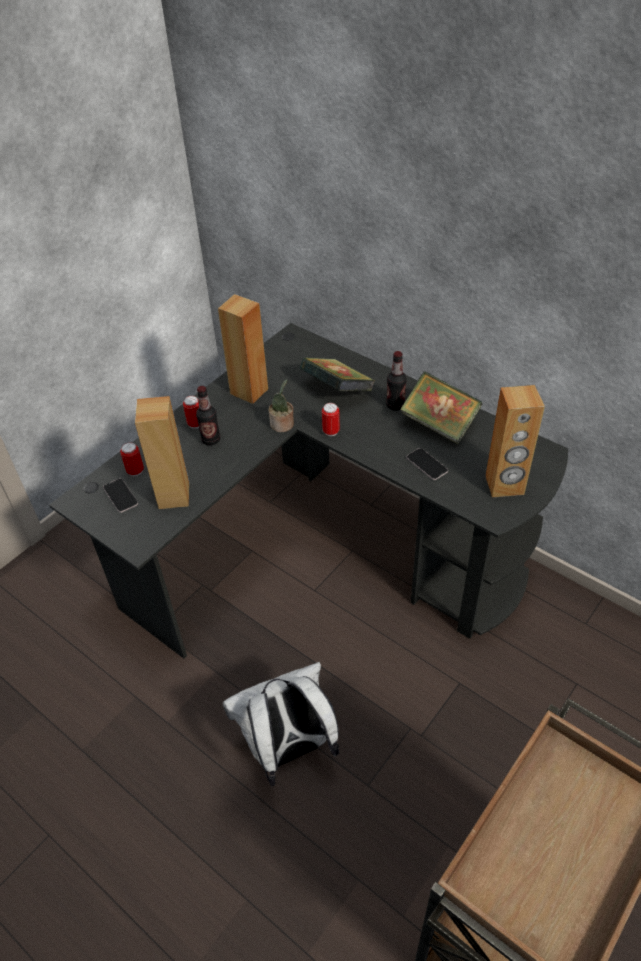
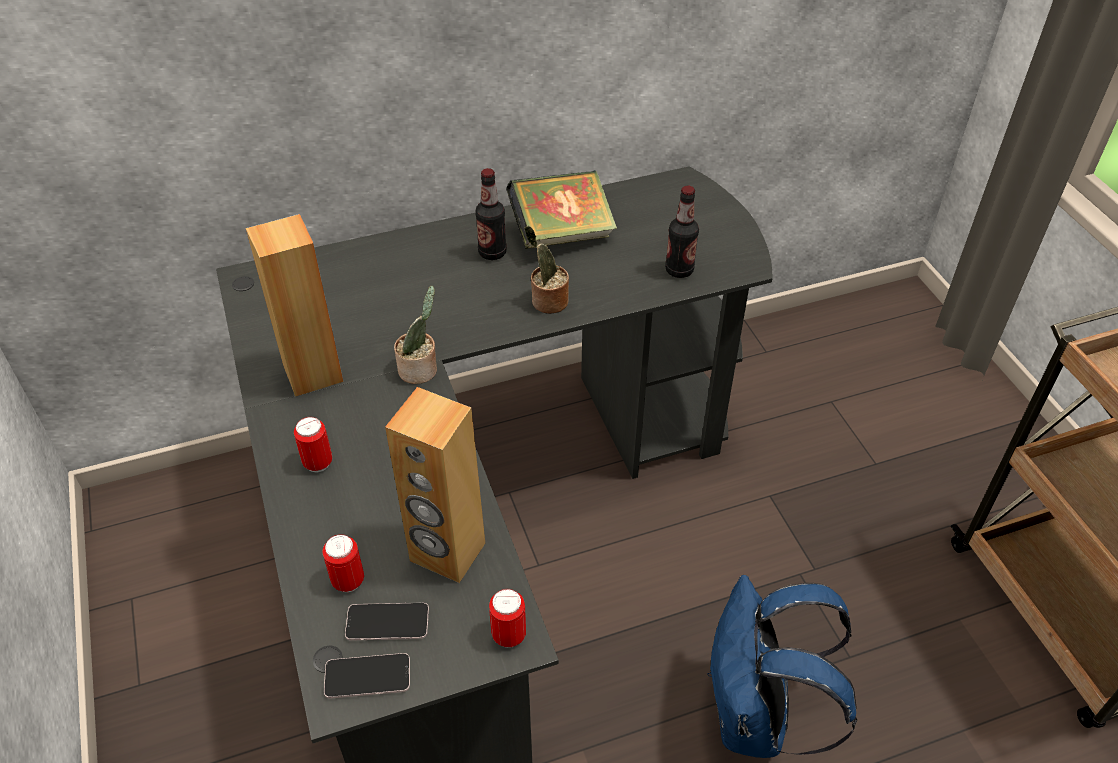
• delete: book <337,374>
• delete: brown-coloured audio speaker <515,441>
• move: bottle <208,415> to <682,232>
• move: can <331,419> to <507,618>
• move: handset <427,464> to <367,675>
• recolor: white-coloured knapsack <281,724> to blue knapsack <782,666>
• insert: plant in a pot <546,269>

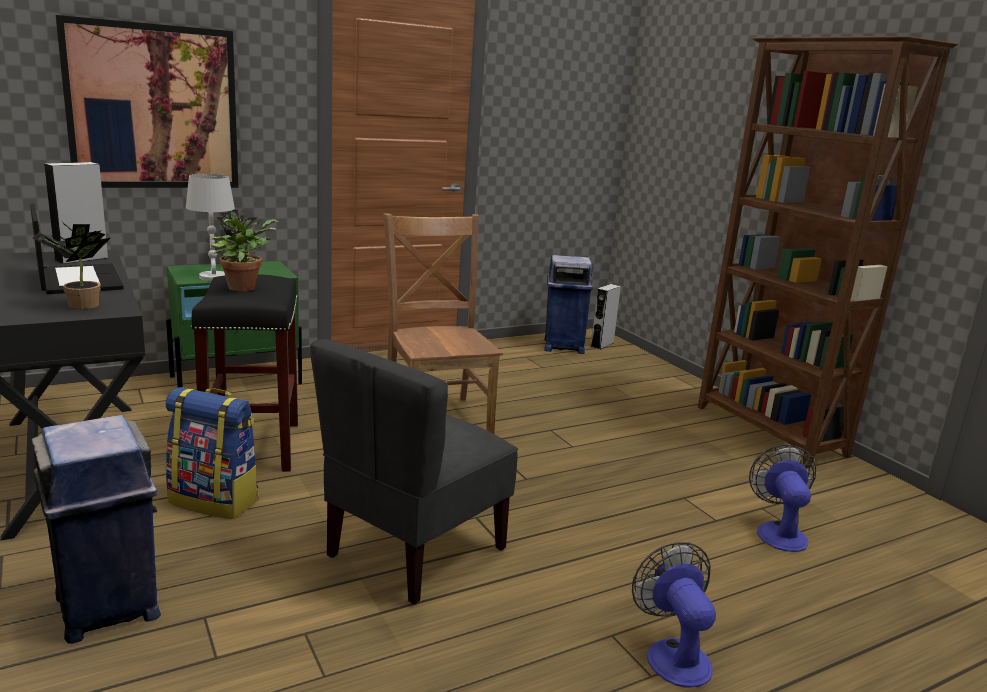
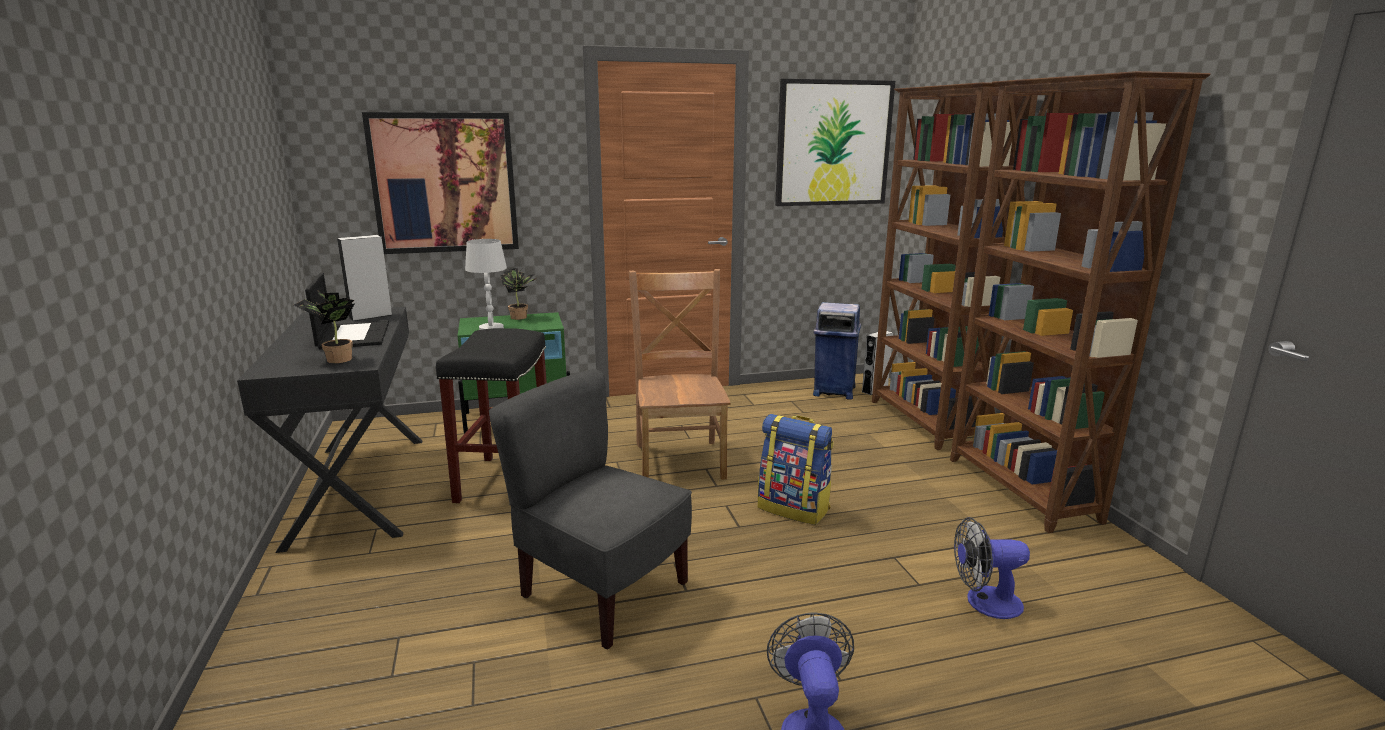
• delete: plant in a pot <244,255>
• rotate: gray upright chair <414,472> = <590,510> 75 degrees clockwise
• move: knapsack <212,453> to <796,469>
• delete: blue rubbish bin <96,529>
• rotate: electric fan <782,498> = <992,568> 105 degrees counterclockwise
• insert: wall art <835,142>
• insert: brown-coloured bookshelf <955,266>

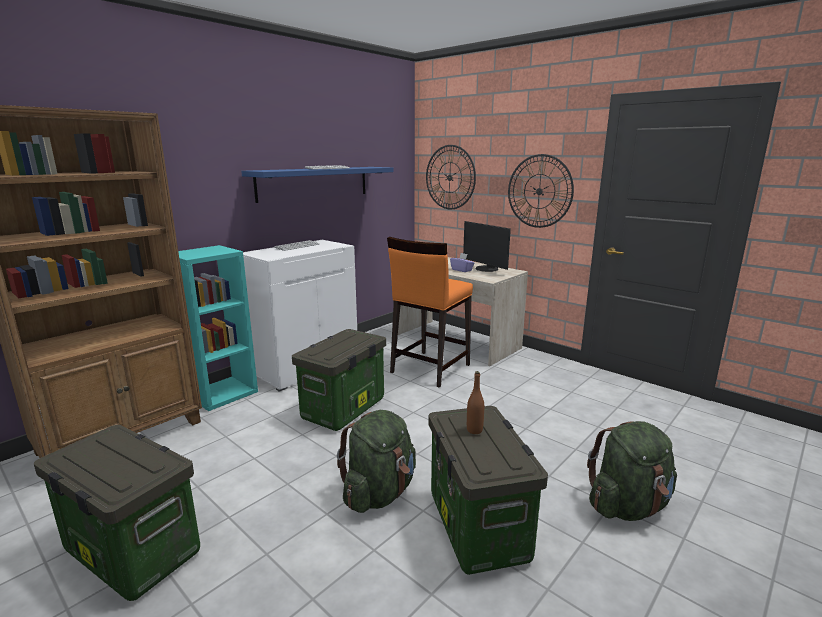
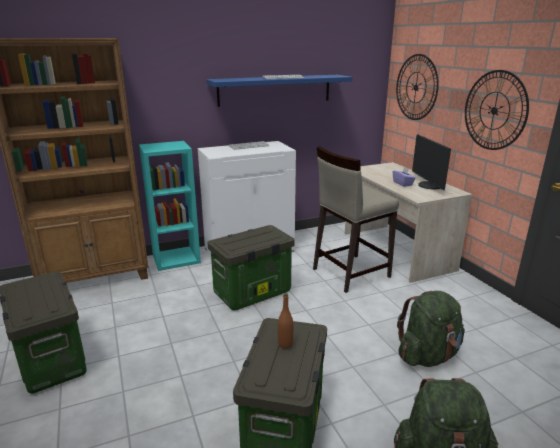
• recolor: orangey stool <430,312> to sand-coloured stool <356,219>
• move: green knapsack <376,461> to <431,329>

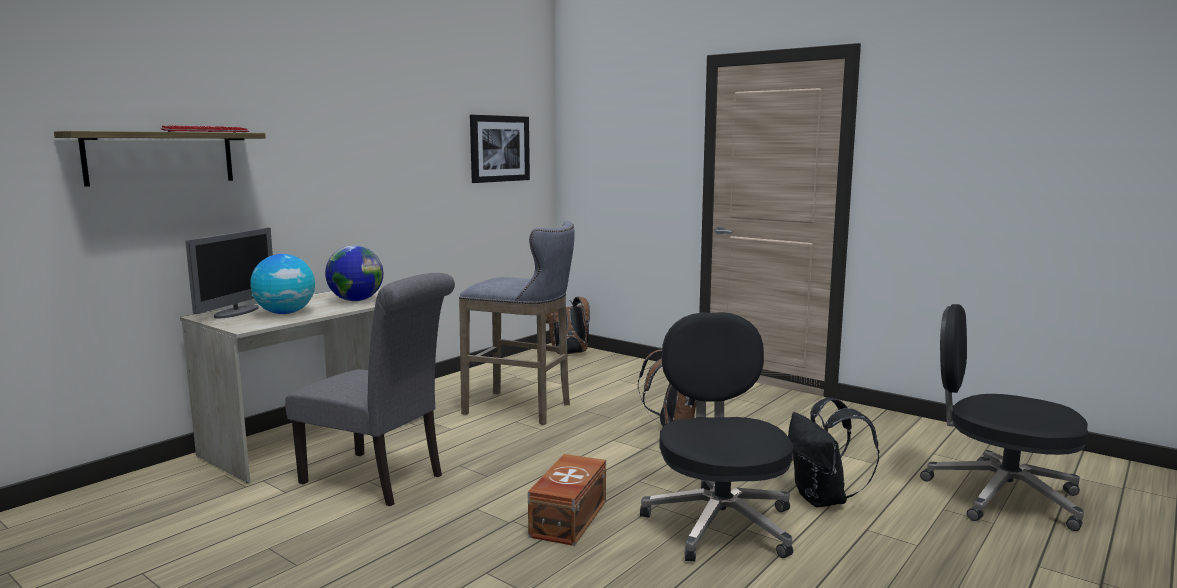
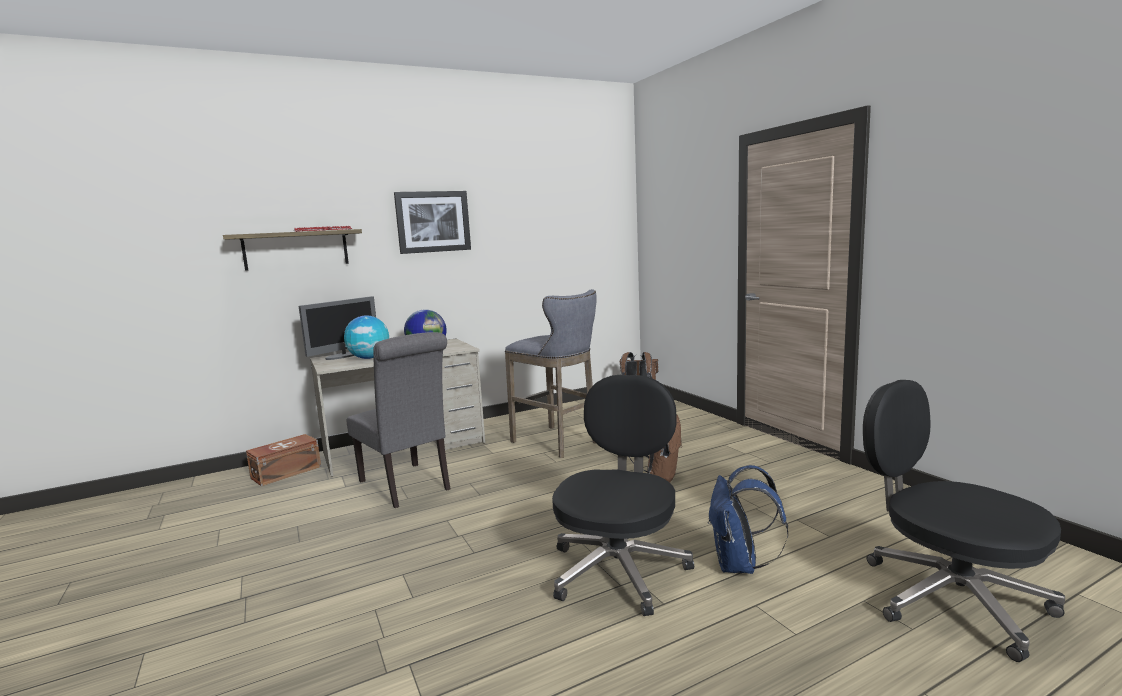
• move: wall art <500,149> to <432,222>
• recolor: blackish knapsack <834,452> to blue knapsack <748,519>
• move: brown-coloured storage box <567,500> to <283,460>

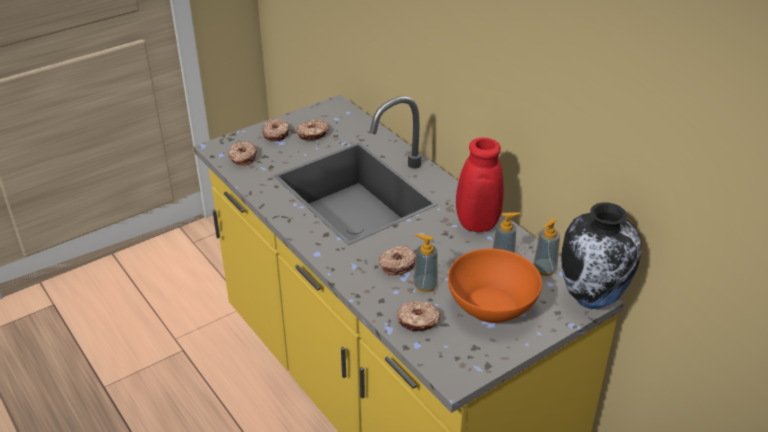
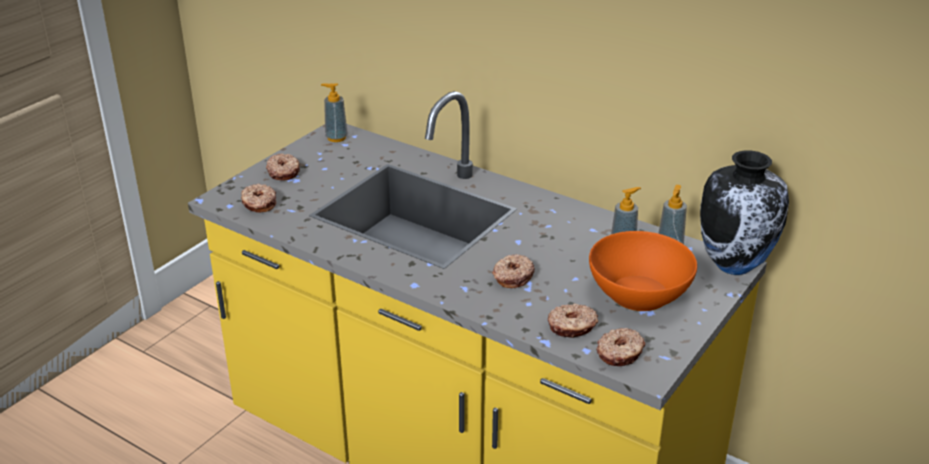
• move: doughnut <313,130> to <620,347>
• delete: red-coloured decorative vase <476,185>
• move: soap bottle <425,262> to <334,112>

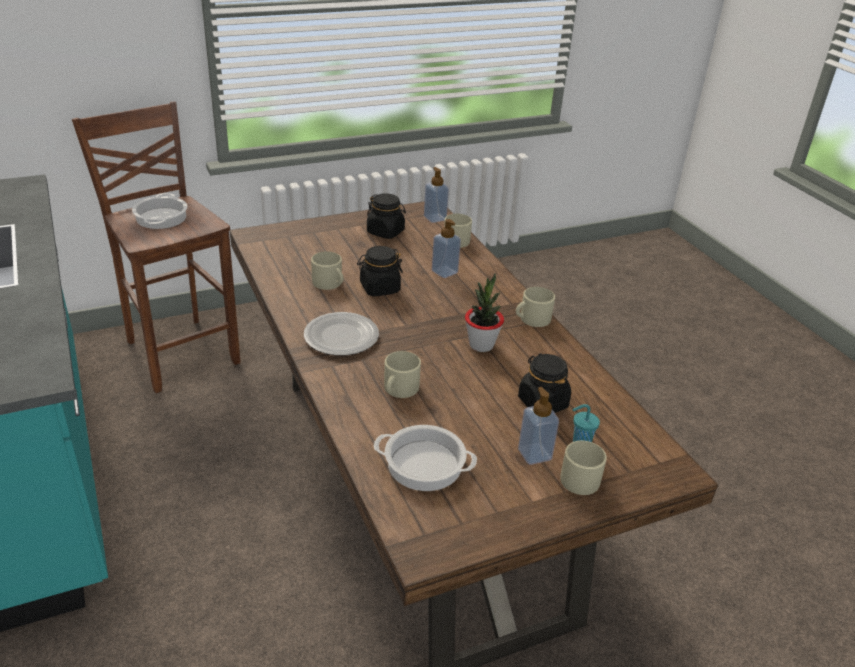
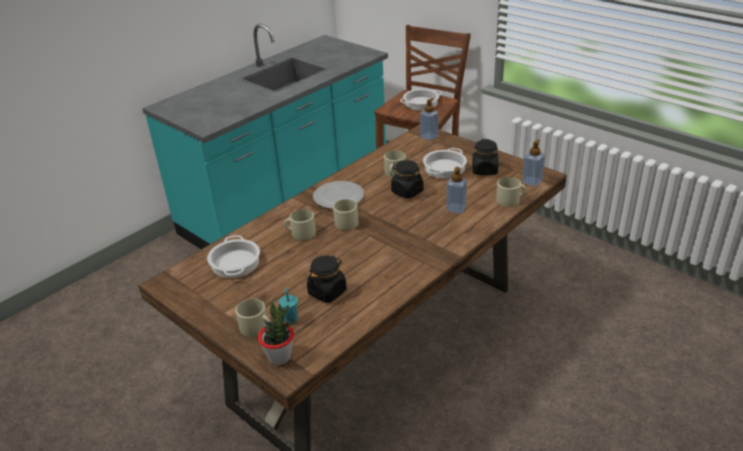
• move: plant in a pot <484,312> to <276,333>
• move: sand-coloured mug <535,307> to <345,214>
• move: soap bottle <538,426> to <429,119>
• insert: stockpot <445,163>

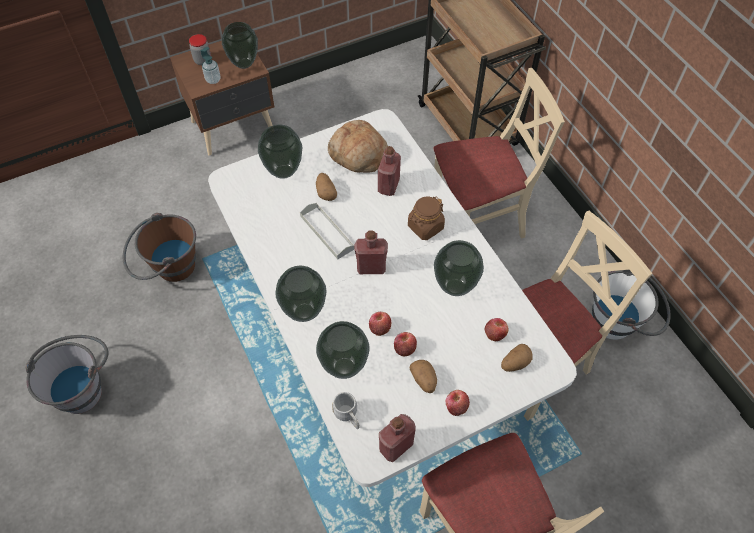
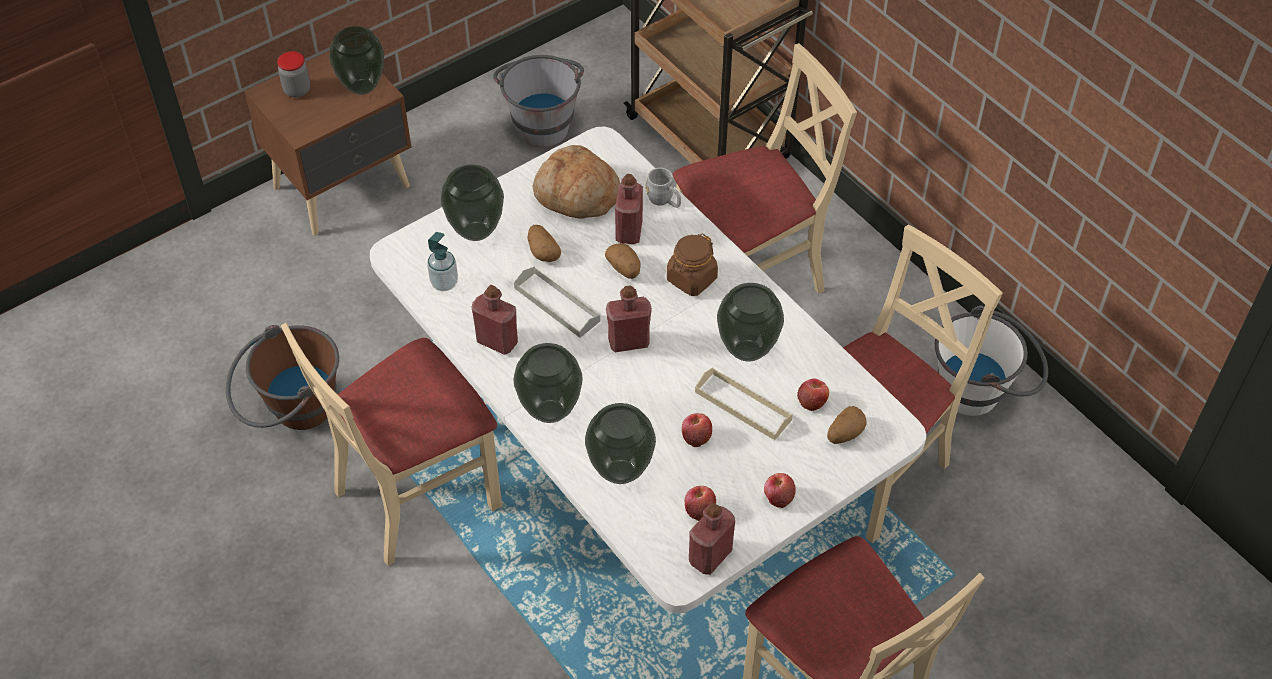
• move: soap bottle <211,65> to <442,261>
• move: whole apple <380,324> to <700,503>
• move: gray water bucket <67,374> to <538,101>
• move: spud <423,376> to <623,261>
• move: gray mug <346,410> to <663,188>
• insert: red-coloured bottle <494,320>
• insert: sand-coloured upright chair <391,444>
• insert: sand-coloured serving tray <744,403>

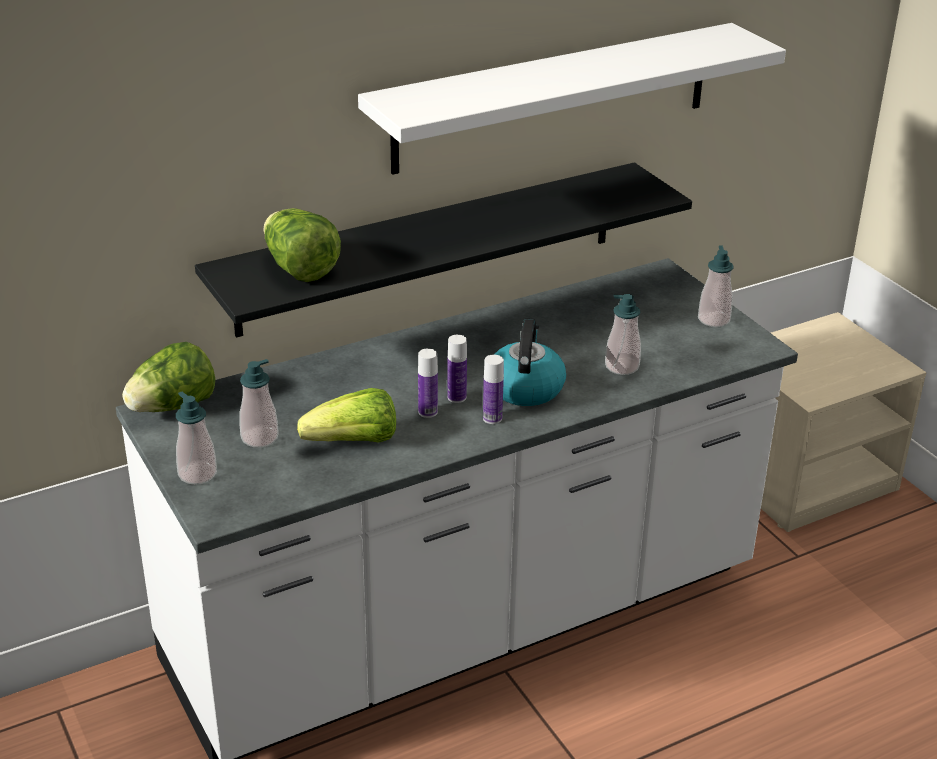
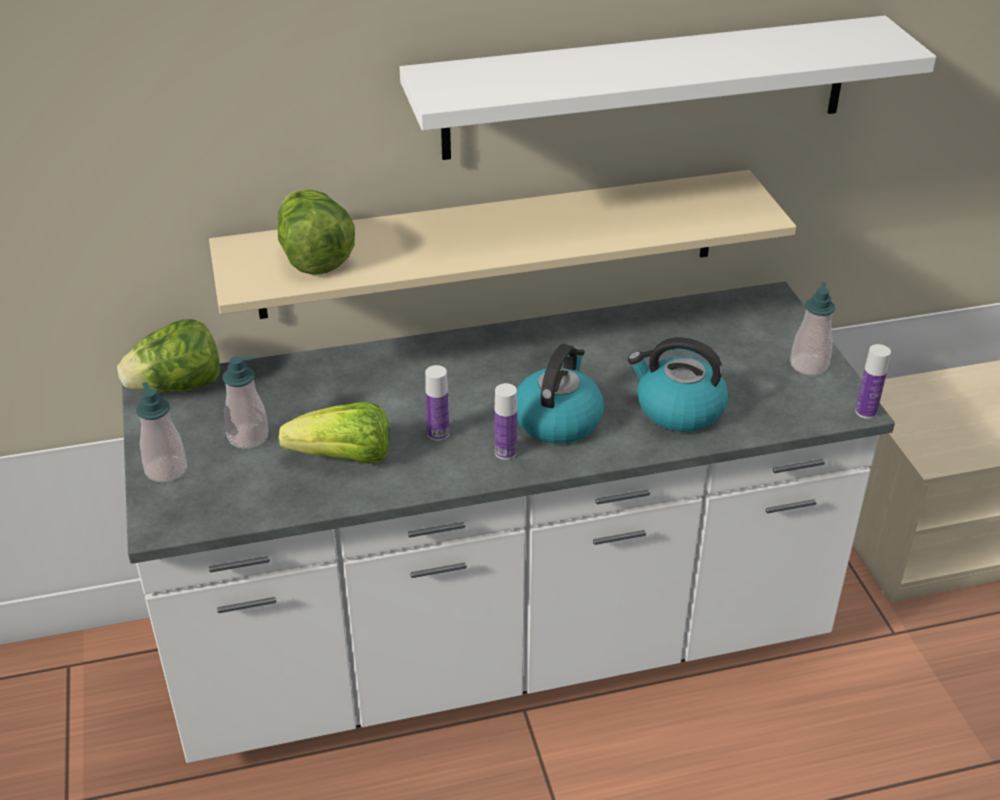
• recolor: blackish wall shelf <443,250> to sand-coloured wall shelf <502,244>
• replace: soap bottle <623,334> to water kettle <678,384>
• move: bottle <457,368> to <873,381>

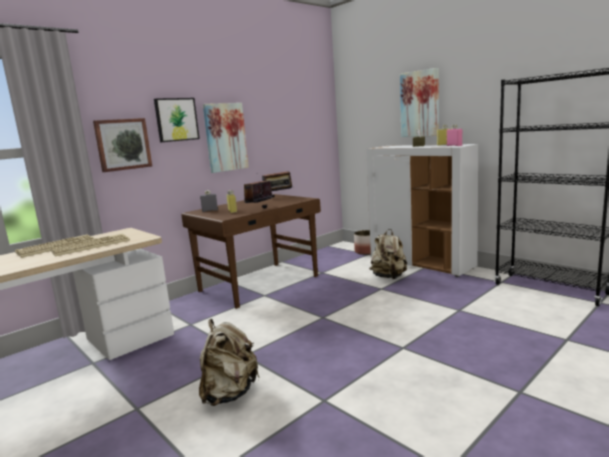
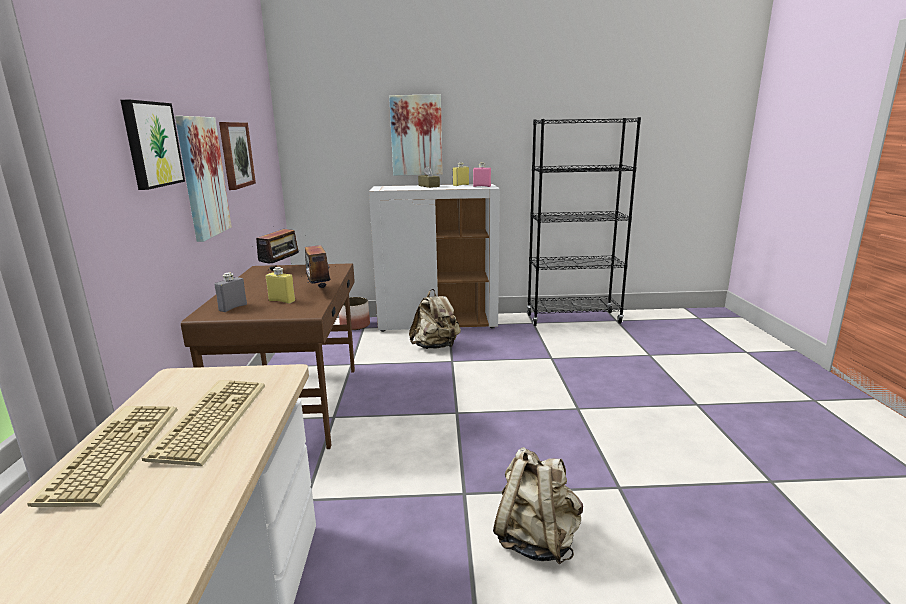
• move: wall art <122,145> to <237,156>

